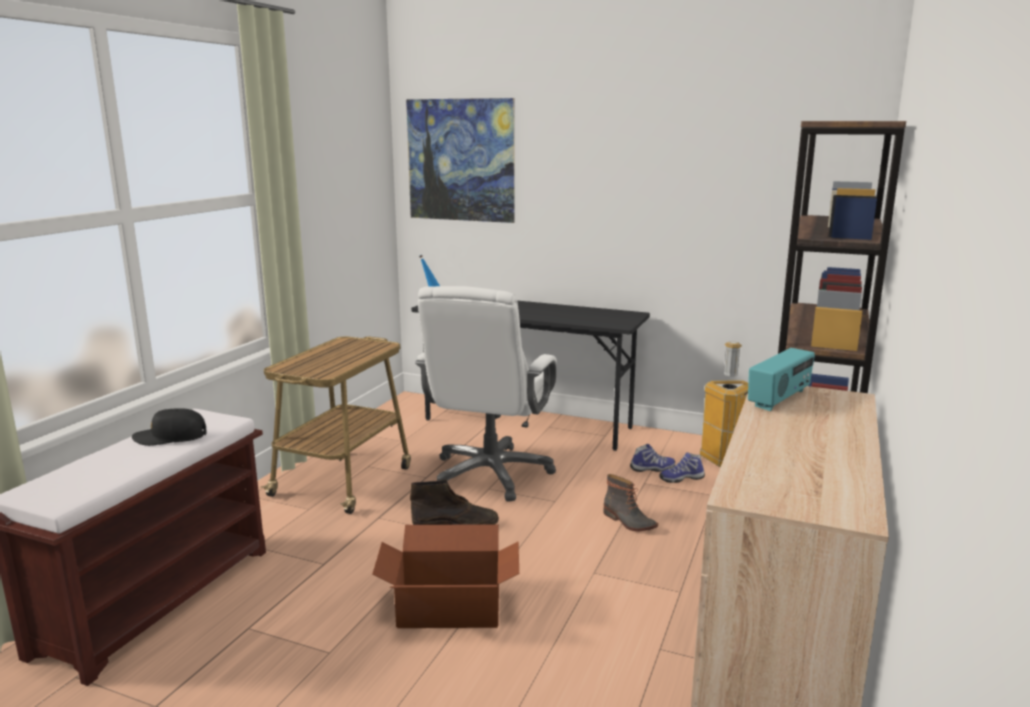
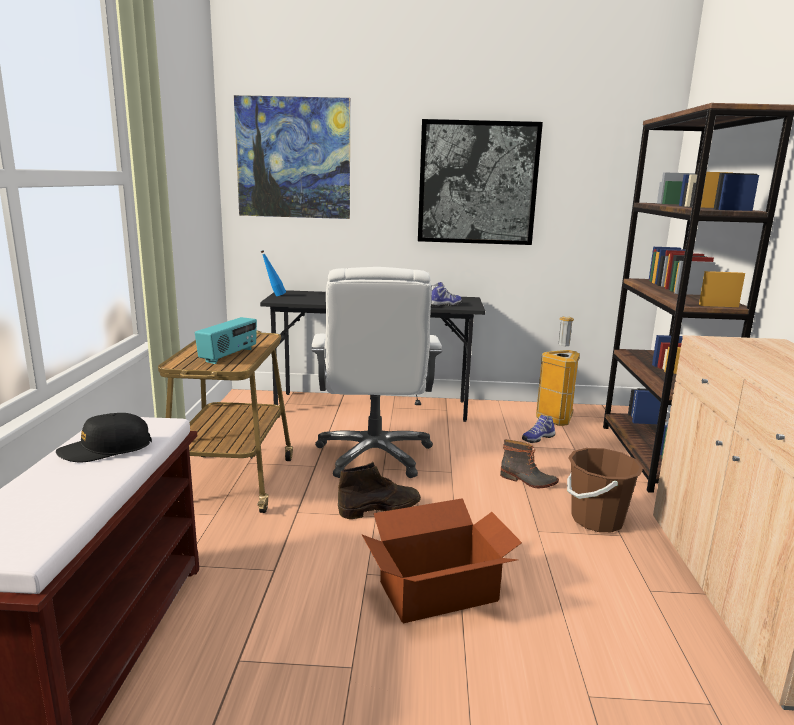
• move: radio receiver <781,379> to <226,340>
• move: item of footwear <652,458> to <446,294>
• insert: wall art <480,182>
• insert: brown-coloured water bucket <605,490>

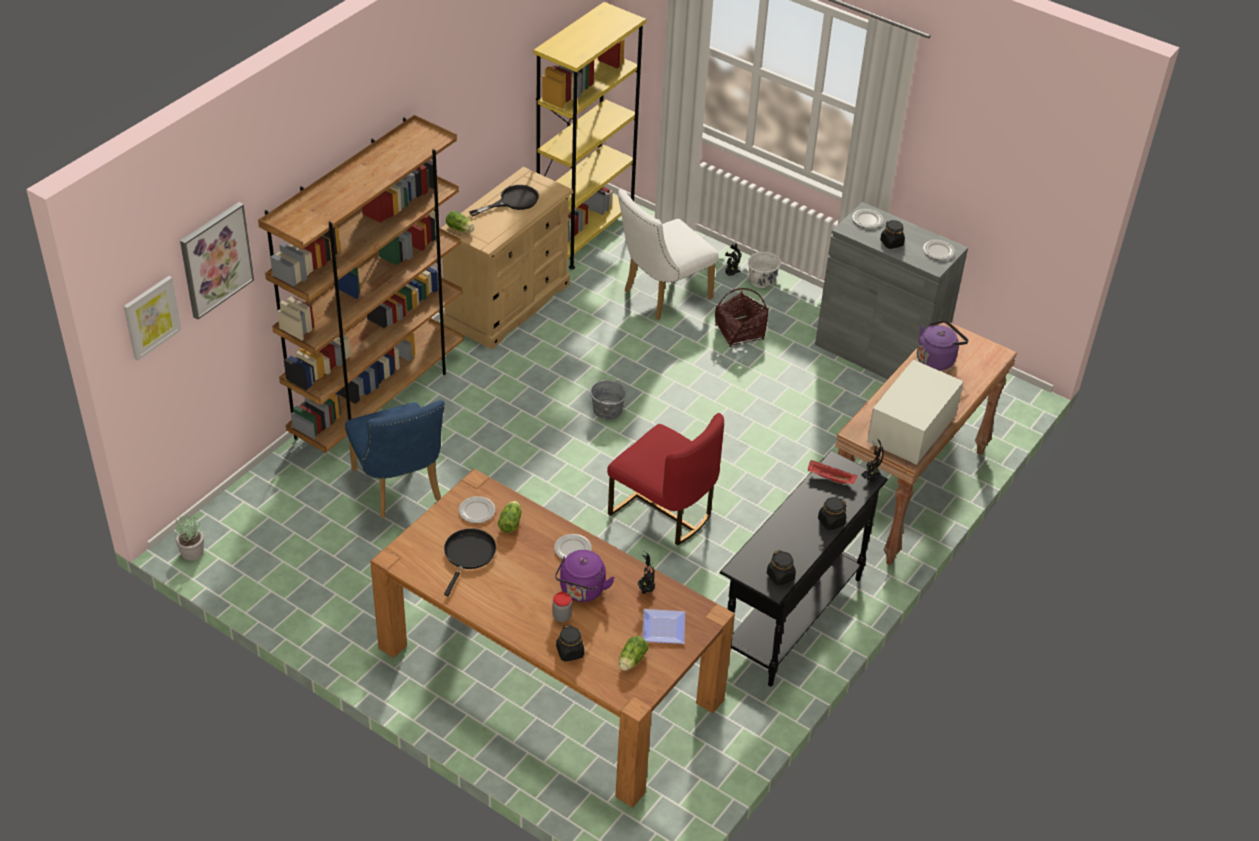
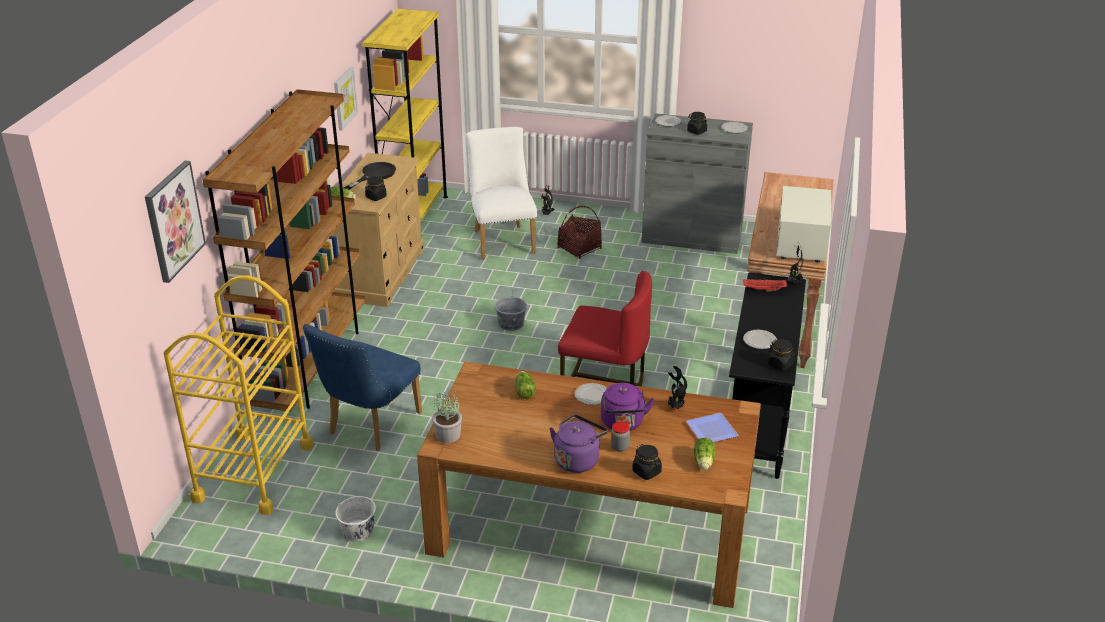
• rotate: white-coloured upright chair <668,254> = <501,193> 135 degrees clockwise
• move: white-coloured water bucket <764,267> to <355,518>
• move: wall art <153,318> to <346,99>
• move: purple water kettle <942,345> to <579,443>
• rotate: blue upright chair <395,459> = <362,387> 75 degrees clockwise
• move: dinner plate <476,509> to <760,339>
• move: blackish jar <832,513> to <376,188>
• move: plant in a pot <189,537> to <447,416>
• delete: blackish skillet <470,562>
• insert: yellow-coloured wheeled cart <238,395>

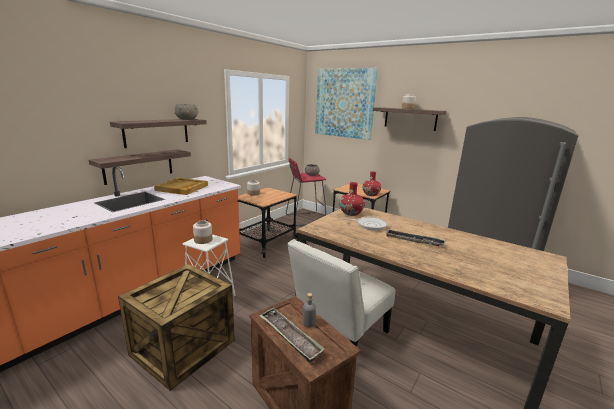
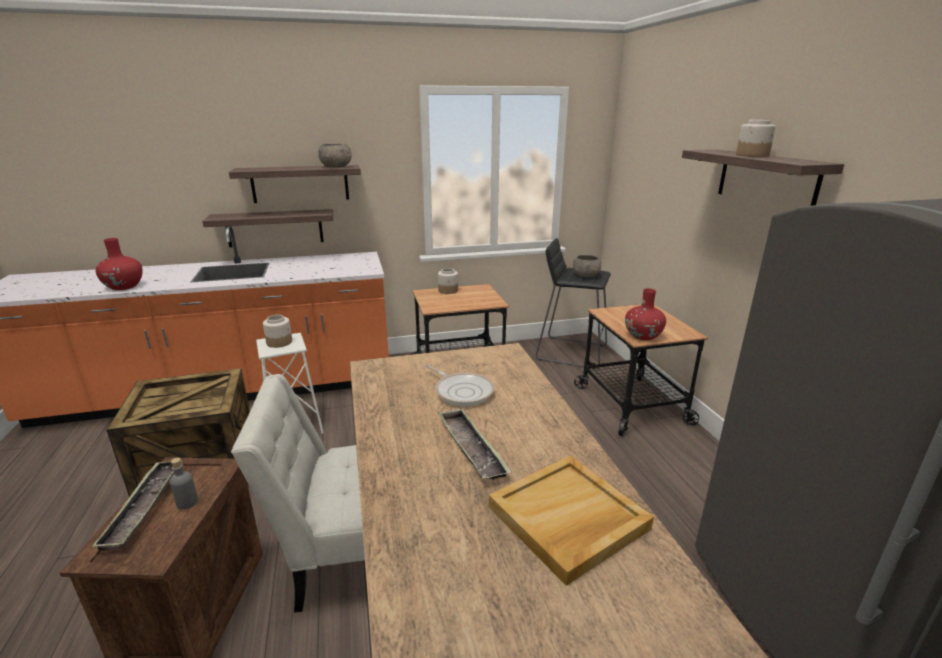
• delete: wall art <346,104>
• recolor: red-coloured stool <306,192> to blackish stool <573,303>
• move: sand-coloured serving tray <181,186> to <571,521>
• move: red-coloured decorative vase <352,199> to <119,264>

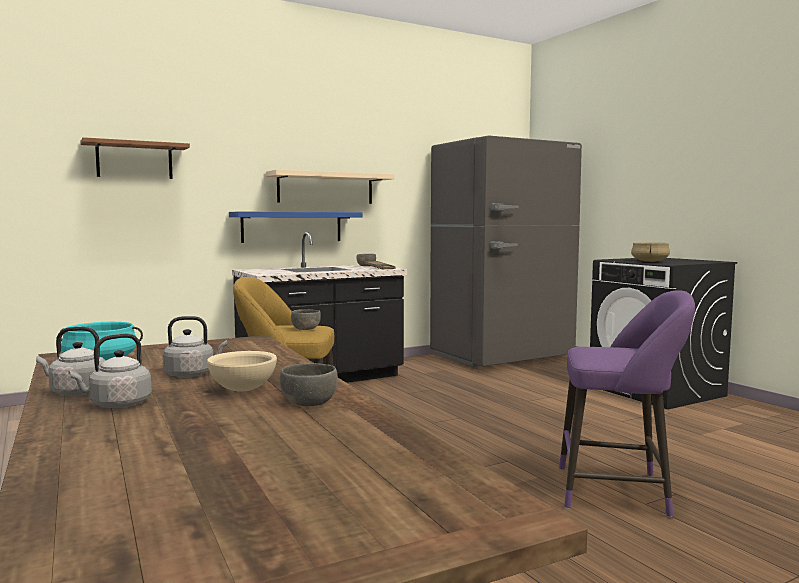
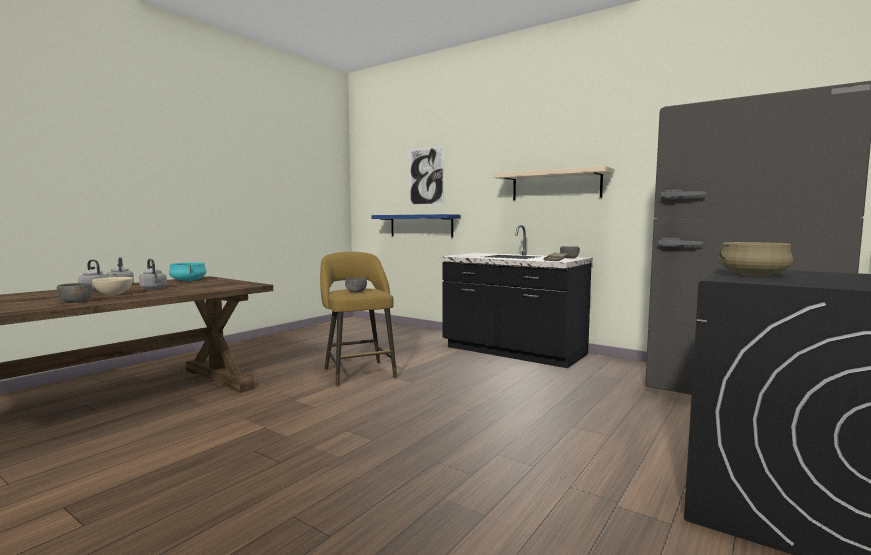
• replace: brown-coloured wall shelf <135,158> to wall art <426,175>
• move: blue wall shelf <295,227> to <415,226>
• delete: purple stool <627,403>

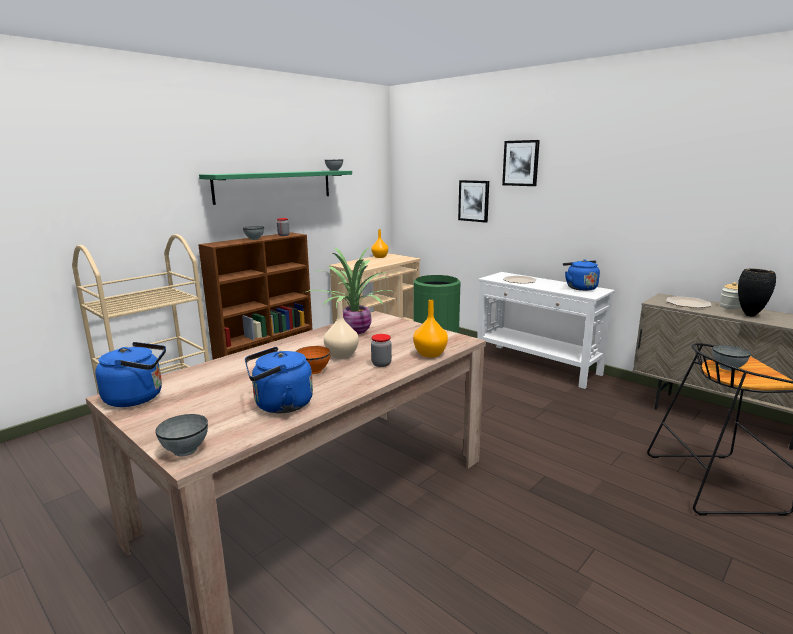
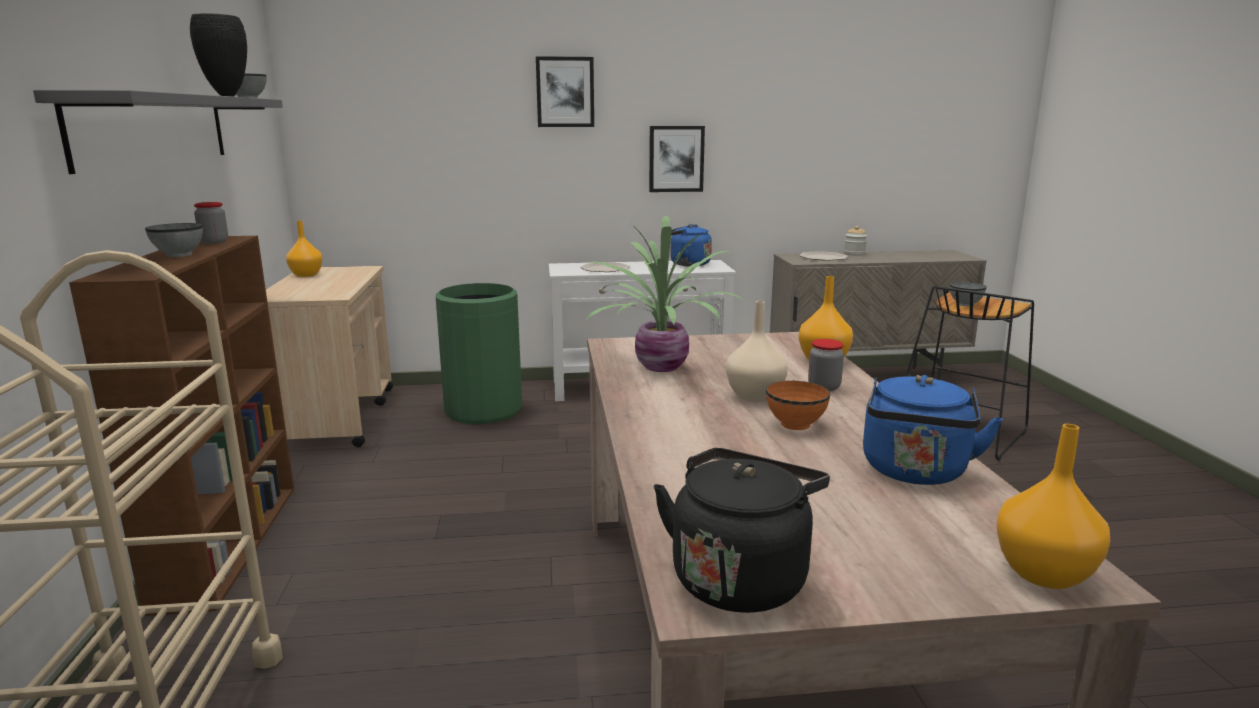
• recolor: green wall shelf <275,188> to gray wall shelf <158,132>
• move: wall art <473,201> to <677,159>
• move: blackish decorative vase <757,293> to <218,55>
• recolor: blue water kettle <130,374> to blackish water kettle <742,530>
• replace: gray deep dish <181,435> to orangey decorative vase <1053,506>

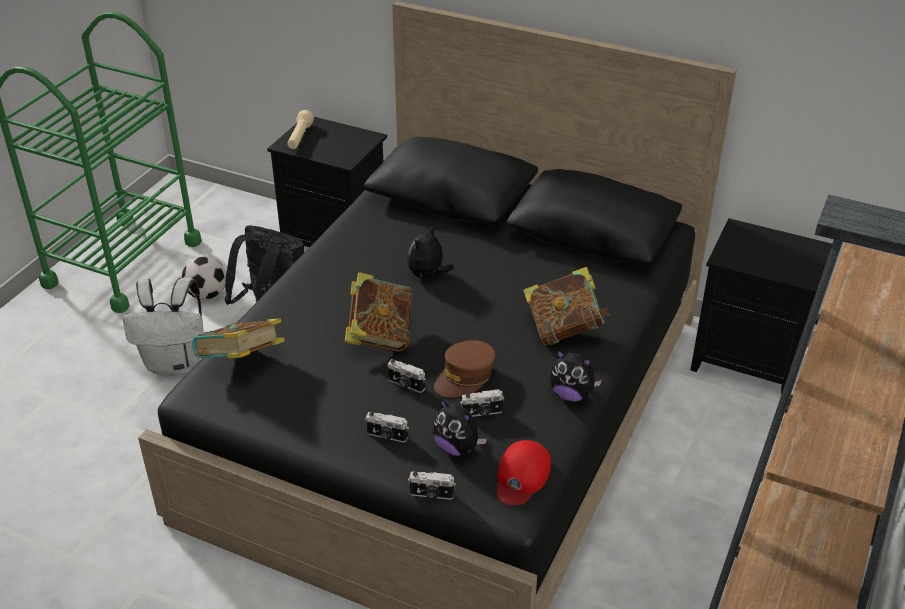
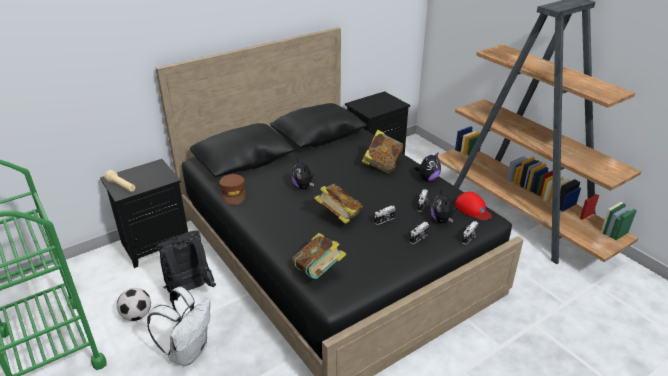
• move: brown-coloured peaked cap <464,369> to <232,189>
• rotate: plush toy <460,427> = <444,206> 105 degrees clockwise

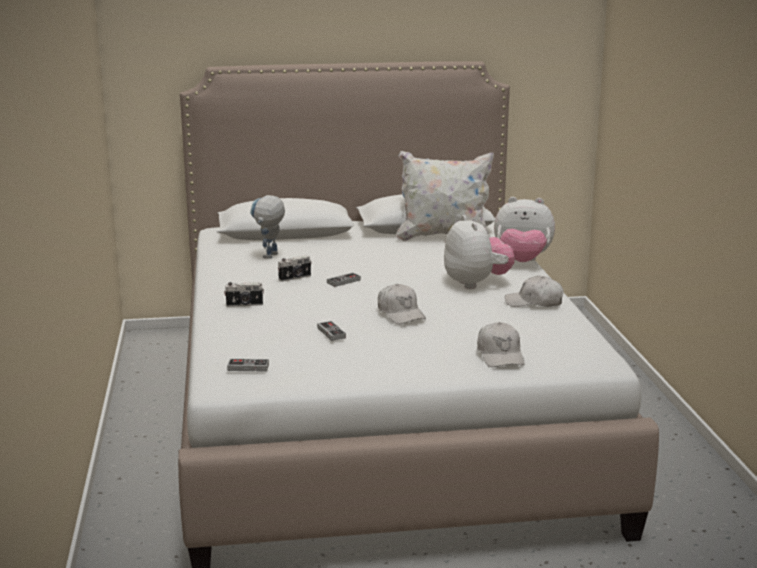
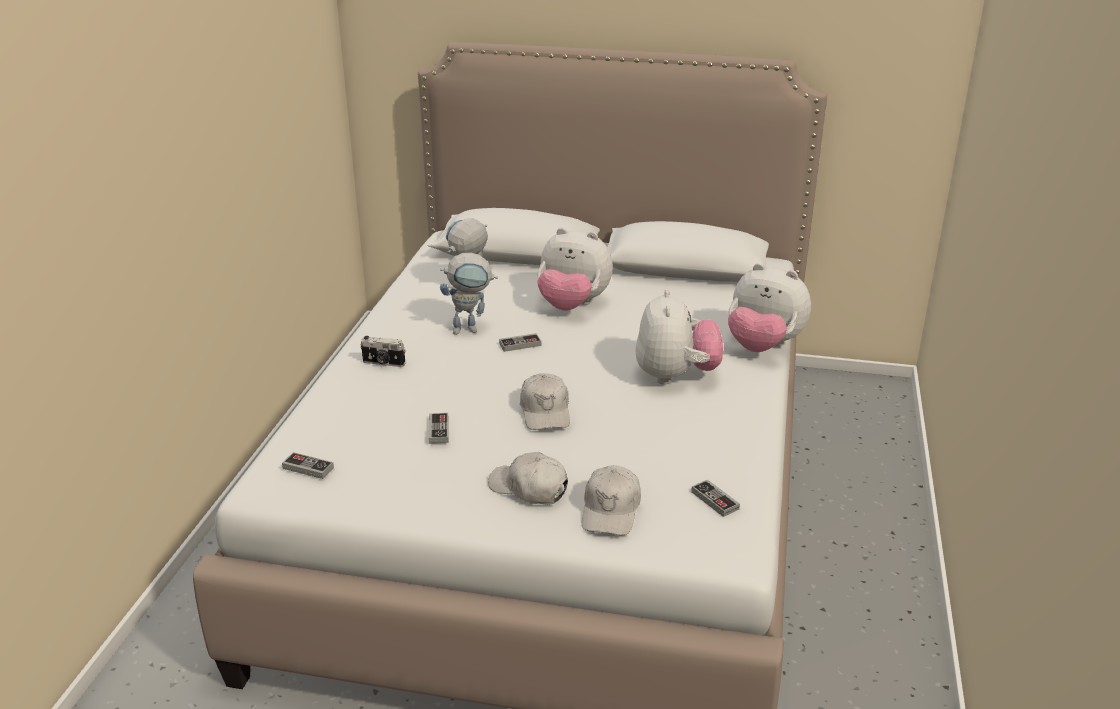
• delete: white-coloured pillow <445,196>
• replace: still camera <294,268> to toy robot <469,294>
• move: white-coloured peaked cap <534,291> to <528,478>
• insert: plush toy <575,269>
• insert: game controller <715,498>

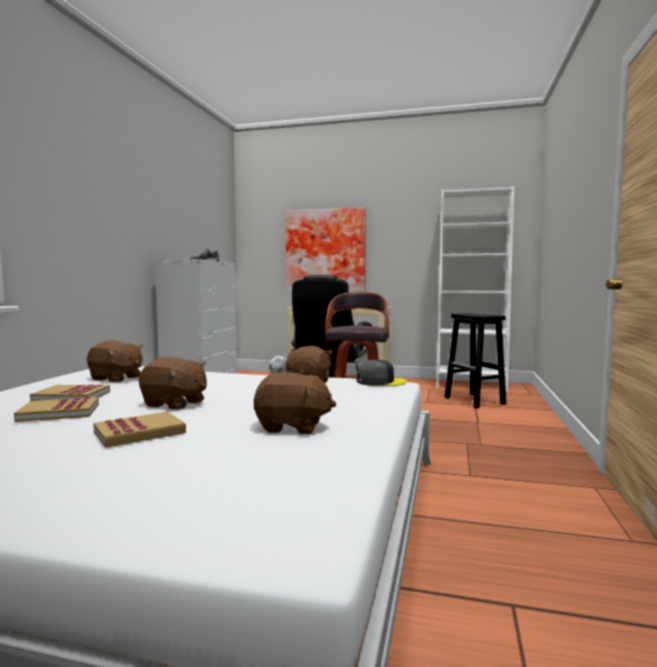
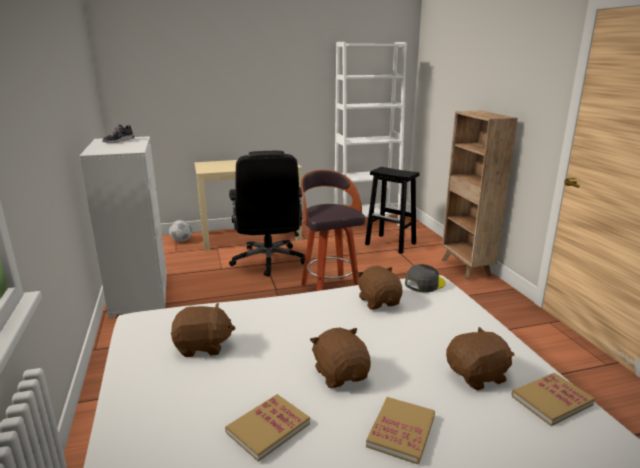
• delete: wall art <326,249>
• rotate: brown-coloured plush toy <173,383> = <340,358> 105 degrees counterclockwise
• move: book <70,393> to <553,399>
• insert: brown-coloured bookshelf <480,195>

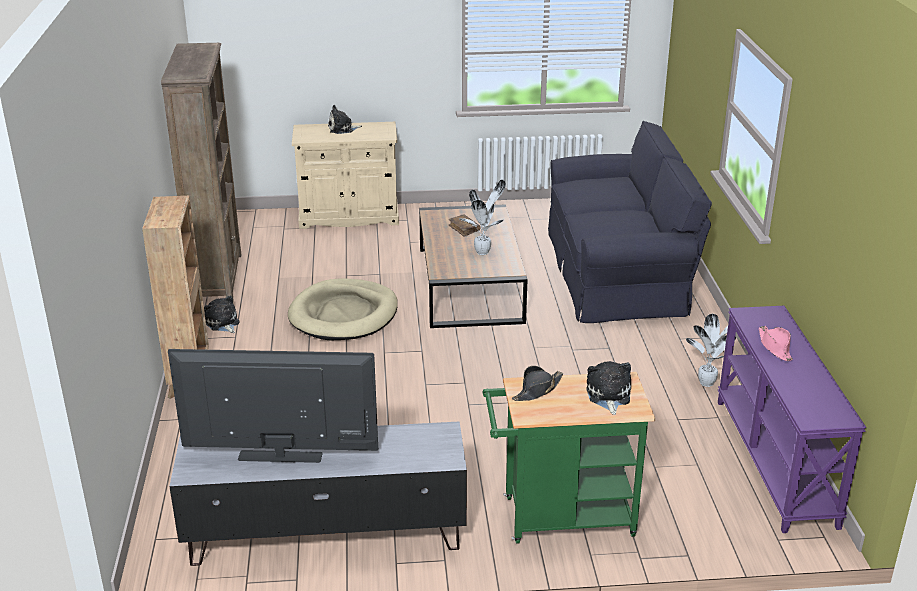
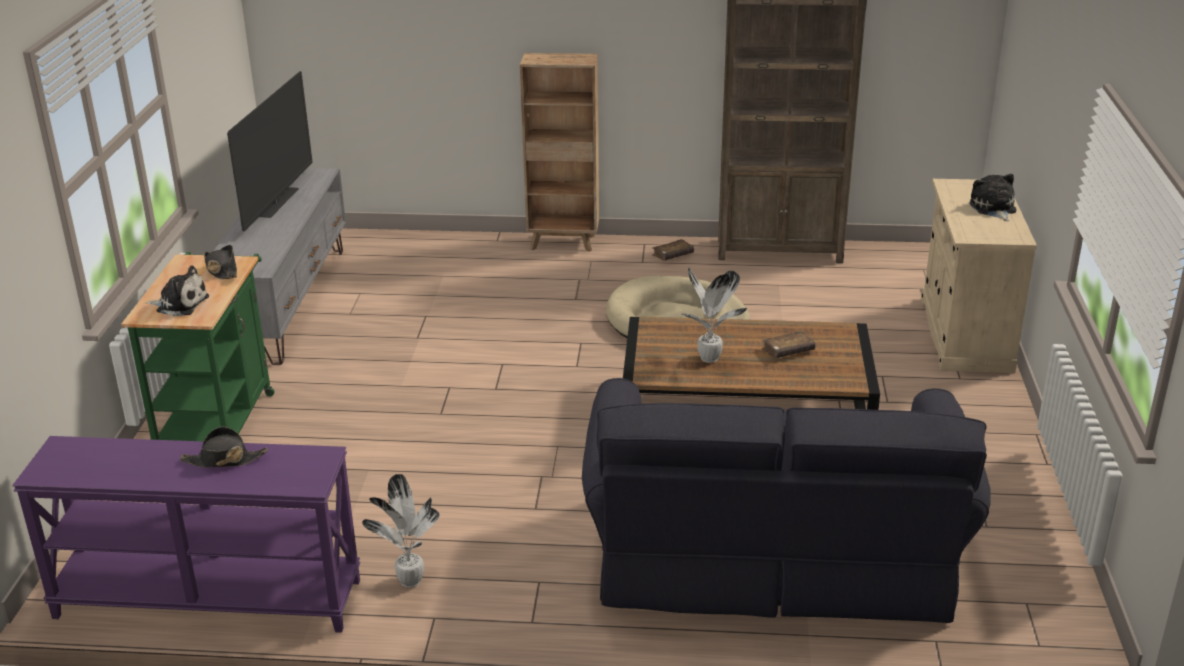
• replace: plush toy <222,314> to brown-coloured book <673,250>
• recolor: pinkish clothing hat <776,343> to blackish clothing hat <224,447>

